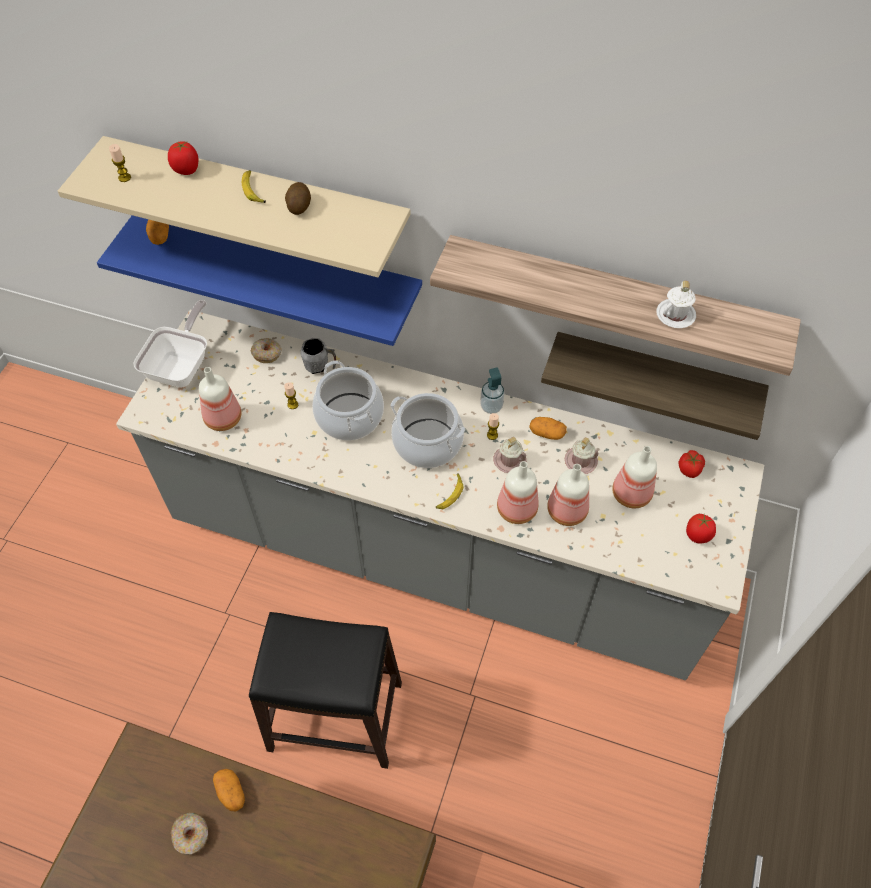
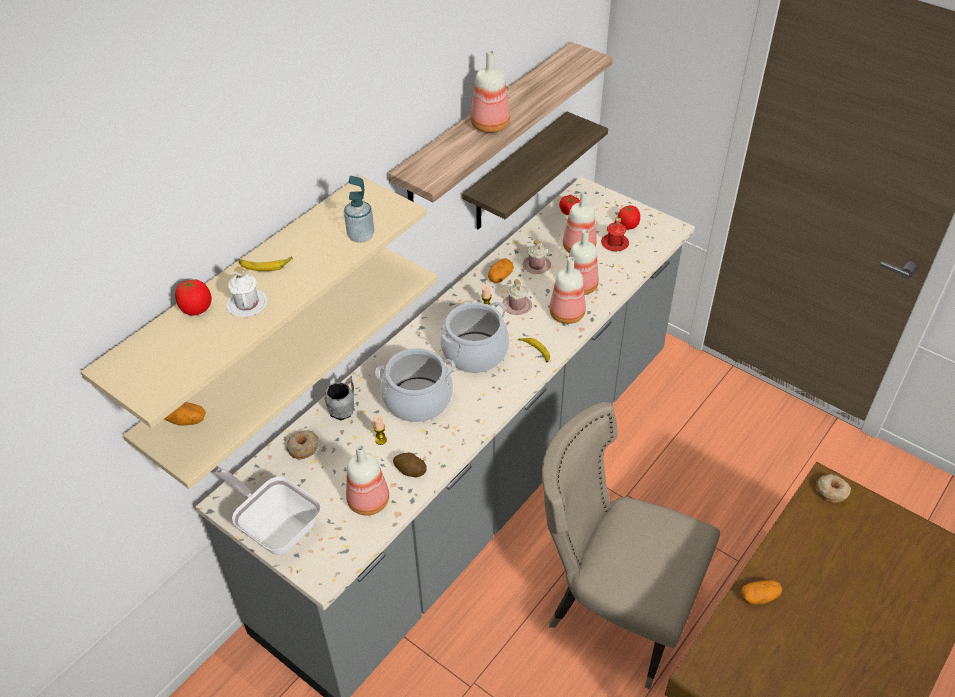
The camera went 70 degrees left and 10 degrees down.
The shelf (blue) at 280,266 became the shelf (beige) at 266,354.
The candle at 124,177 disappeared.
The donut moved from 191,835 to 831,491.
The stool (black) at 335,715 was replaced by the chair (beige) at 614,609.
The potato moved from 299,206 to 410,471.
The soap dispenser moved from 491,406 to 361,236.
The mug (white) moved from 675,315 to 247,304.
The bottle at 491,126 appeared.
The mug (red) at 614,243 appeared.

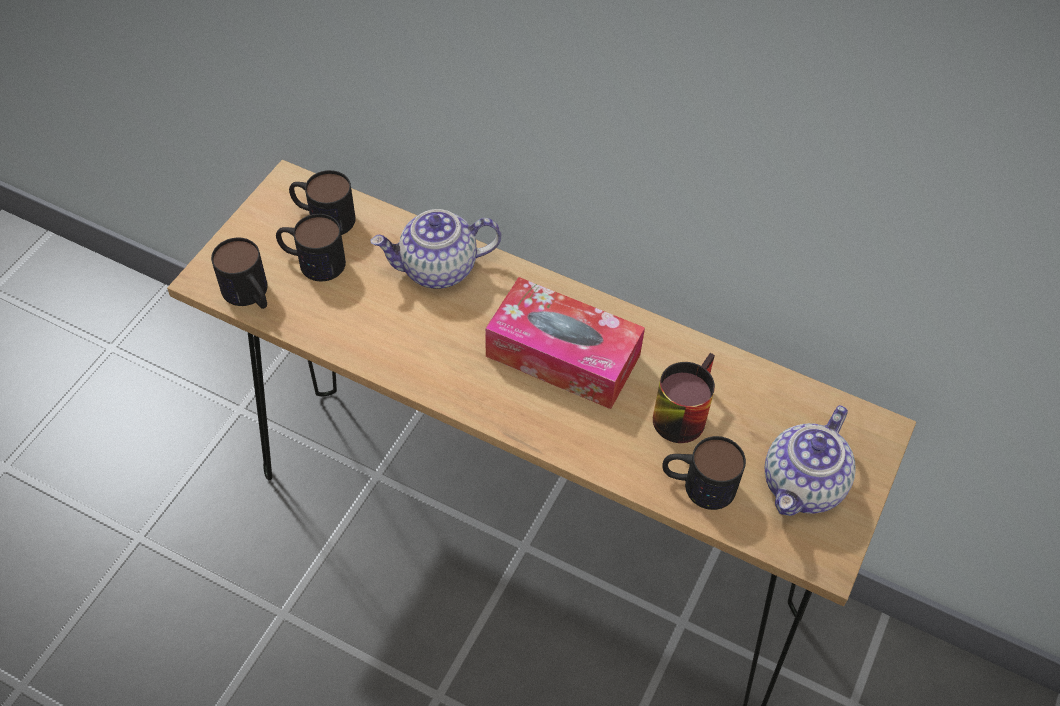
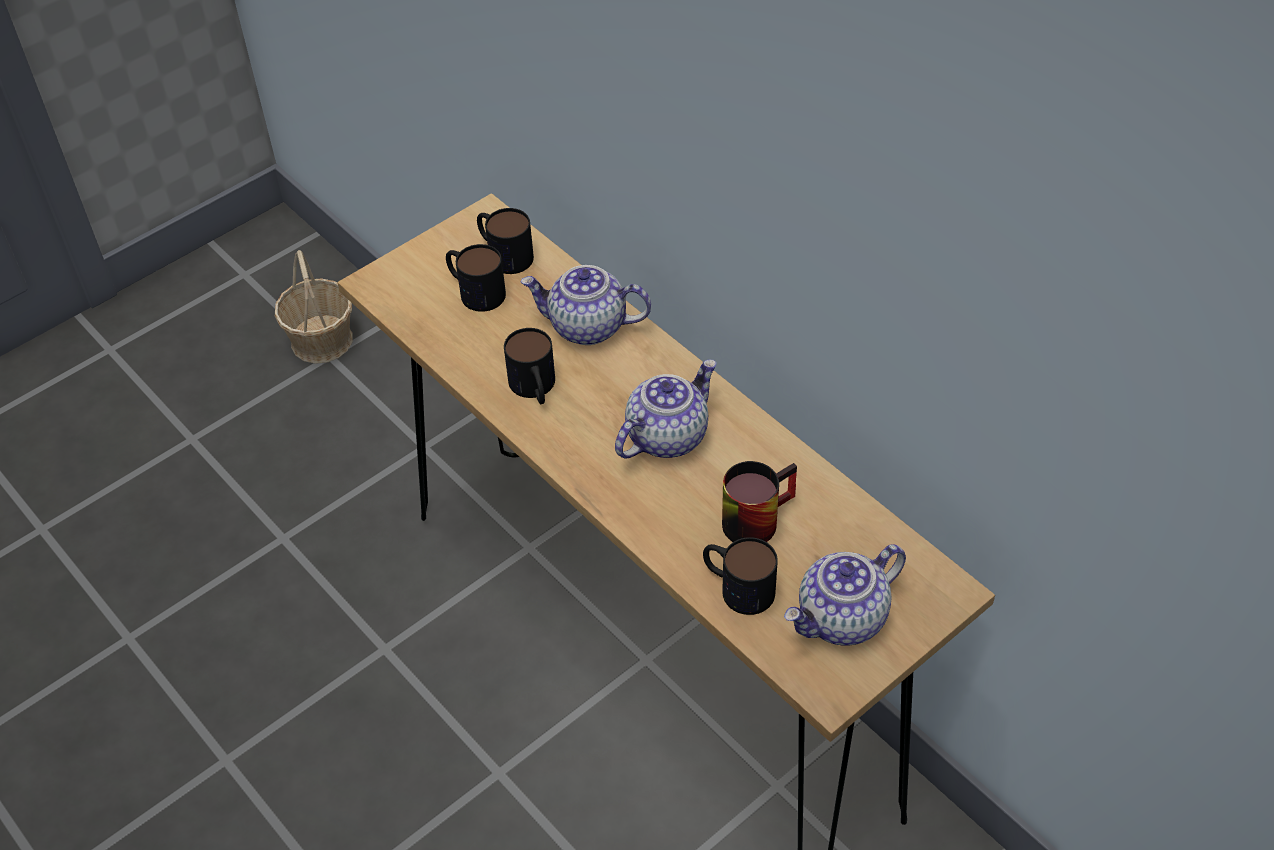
The camera went 25 degrees right and 5 degrees down.
The mug moved from 250,295 to 534,389.
The tissue box at 563,356 was replaced by the teapot at 666,435.
The basket at 322,340 appeared.

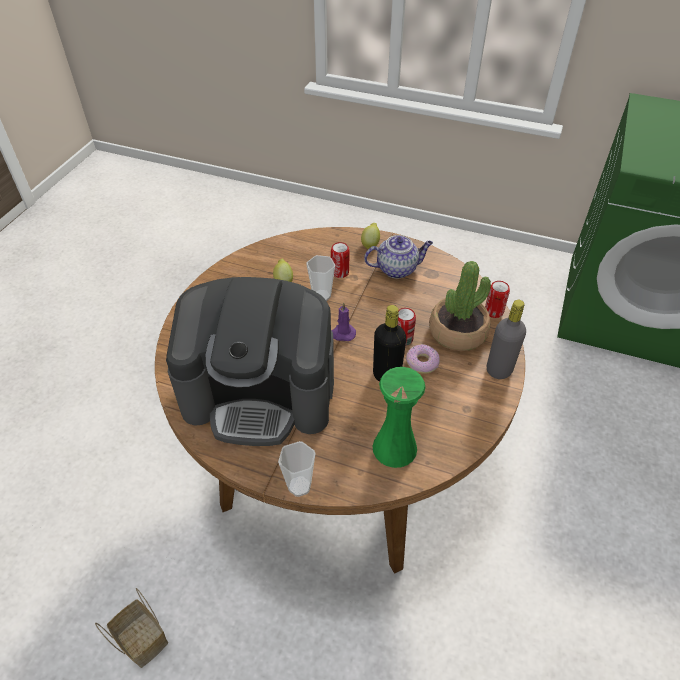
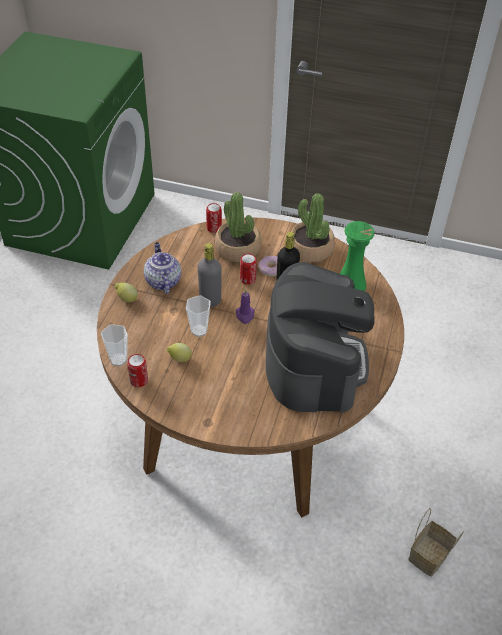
The camera went 95 degrees left and 0 degrees up.
The cup moved from 299,486 to 118,359.
The can moved from 340,272 to 139,380.
The bottle (grey) moved from 499,370 to 210,300.
The potted plant at 310,249 appeared.

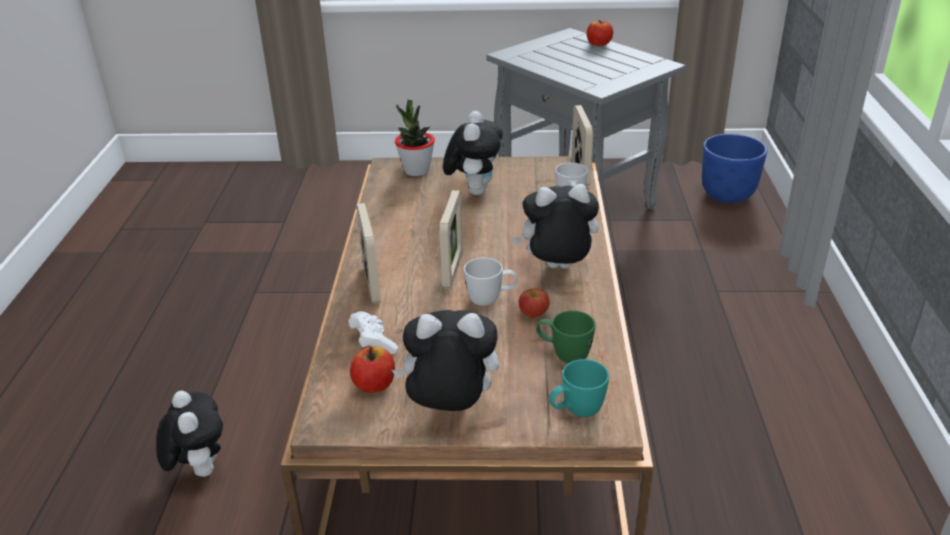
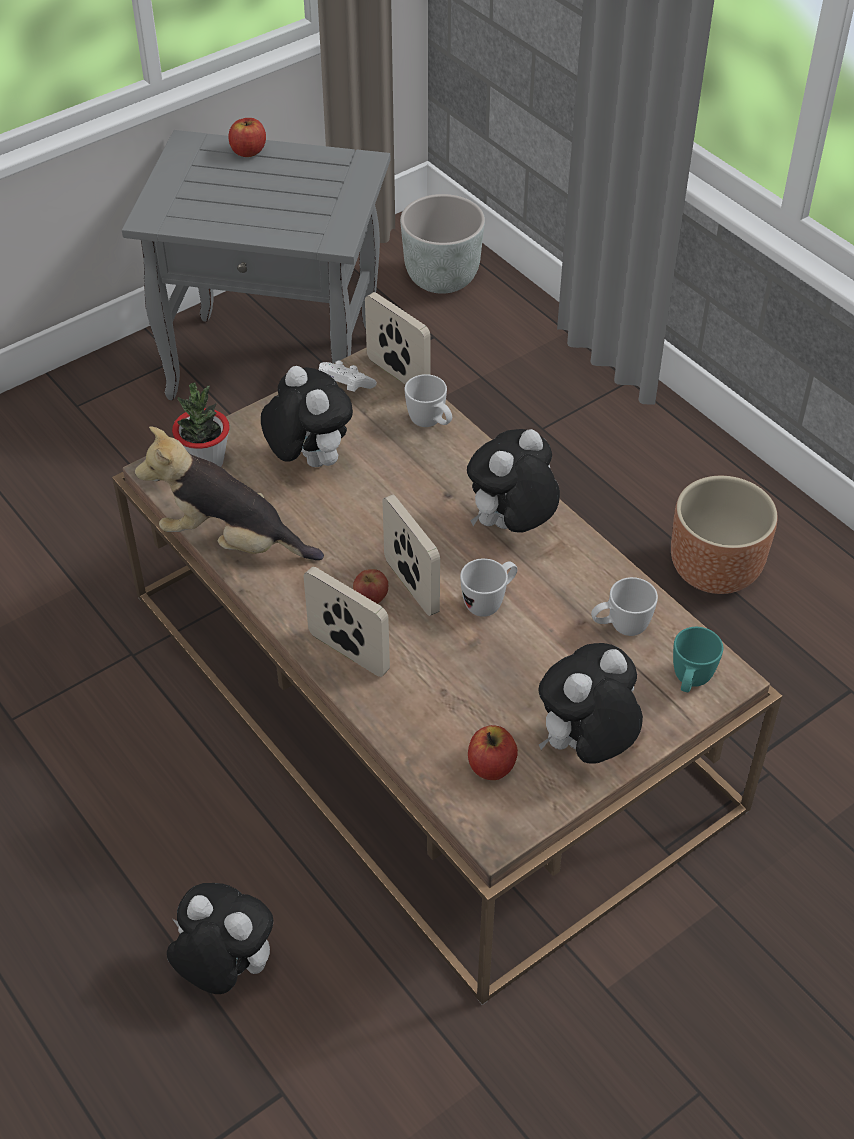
The camera went 40 degrees left and 15 degrees up.
The game controller (white) moved from 373,342 to 344,386.
The apple moved from 533,314 to 371,598.
The mug (green) at 563,355 became the mug (white) at 620,628.
The planter (blue) at 728,195 became the planter (grey) at 443,279.
The plush toy at 232,541 appeared.
The planter (brown) at 715,570 appeared.

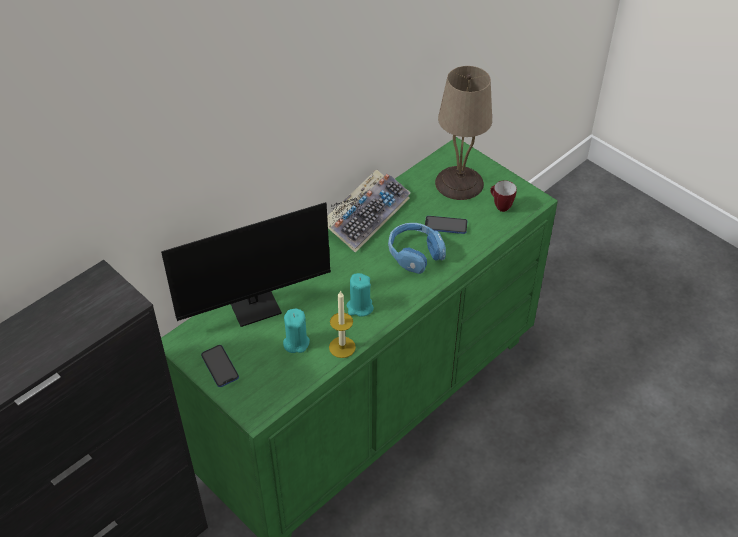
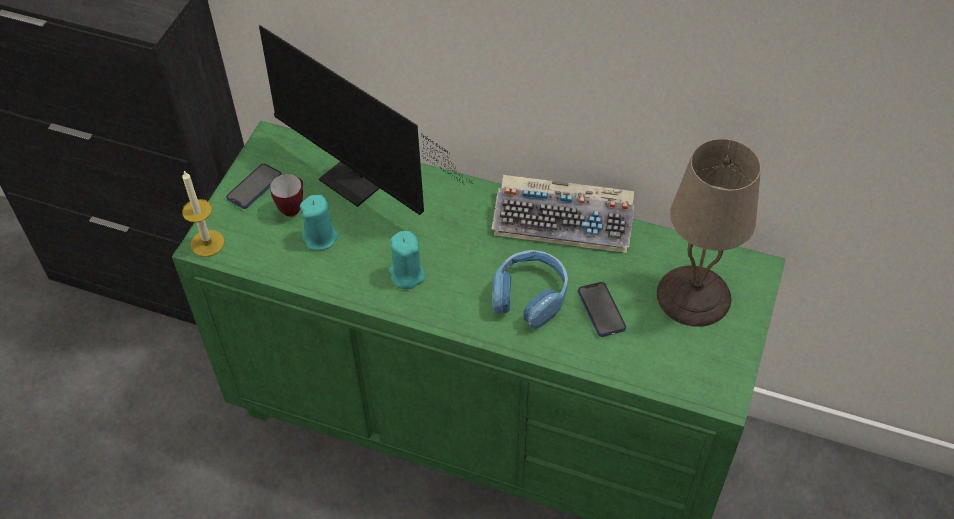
The camera went 65 degrees right and 5 degrees up.
The candle moved from 342,347 to 207,243.
The mug moved from 500,206 to 293,207.

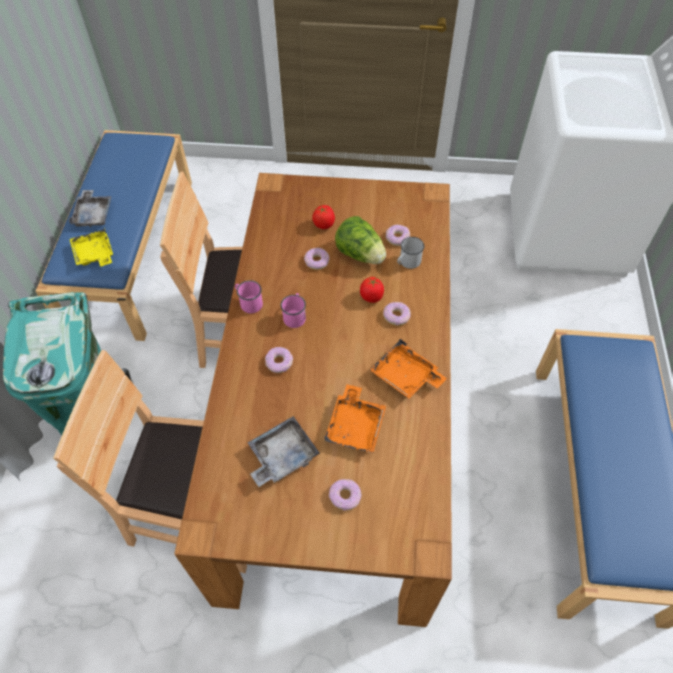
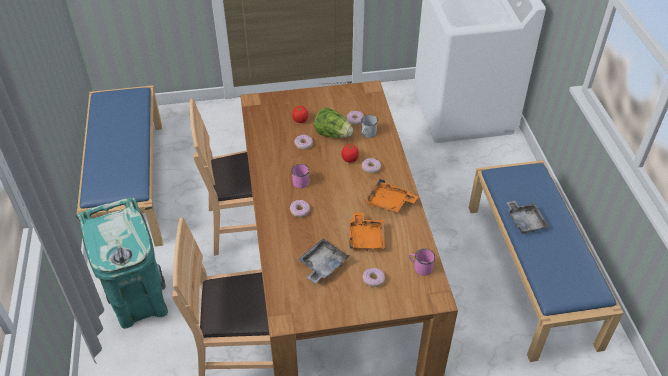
The camera went 15 degrees left and 10 degrees down.
The tray (grey) moved from 93,214 to 525,221.
The tray (yellow) at 94,254 disappeared.
The mug (pink) moved from 248,302 to 420,267.

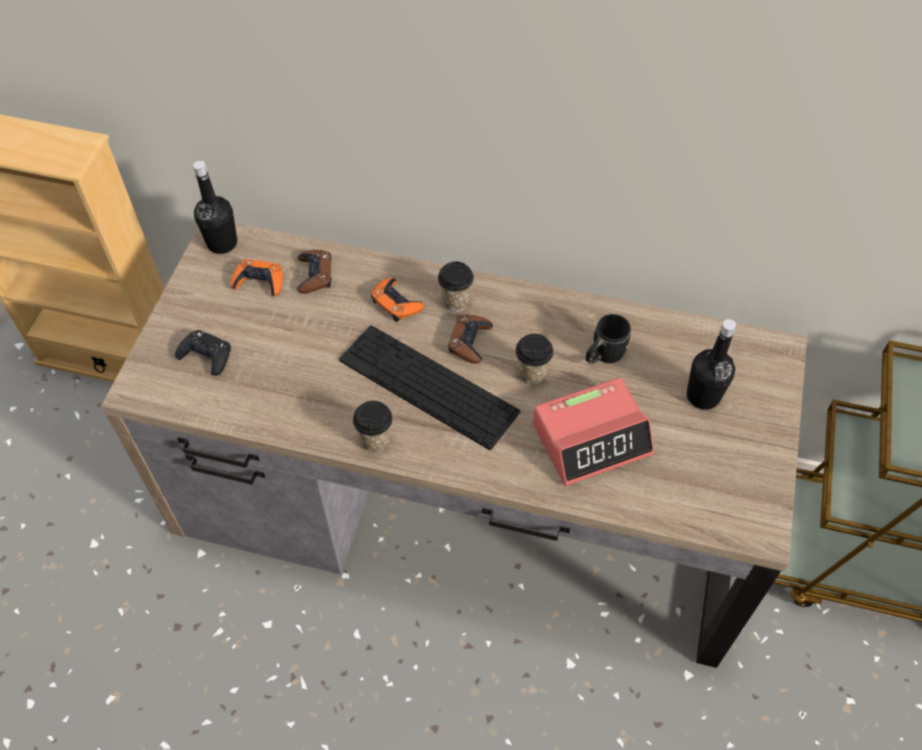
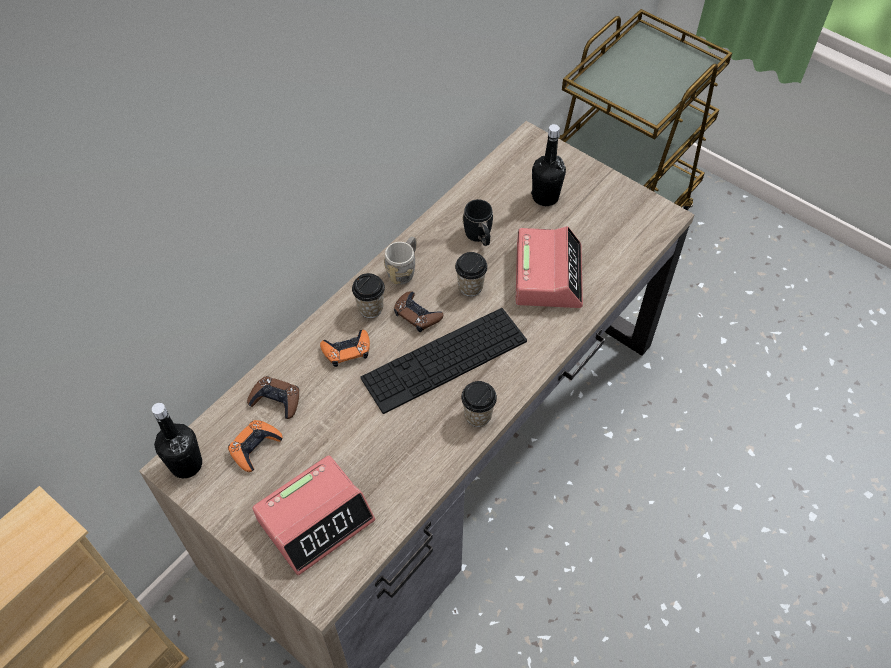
The camera went 65 degrees left and 0 degrees up.
The game controller (black) at 206,356 was replaced by the alarm clock at 316,519.
The mug (grey) at 404,270 appeared.

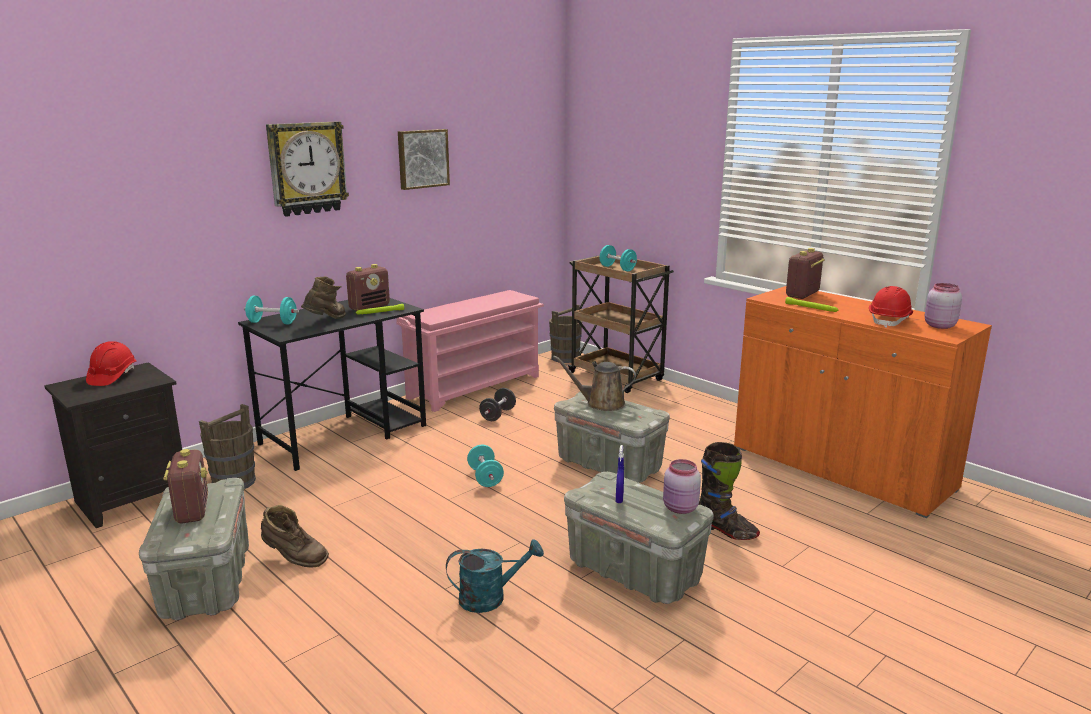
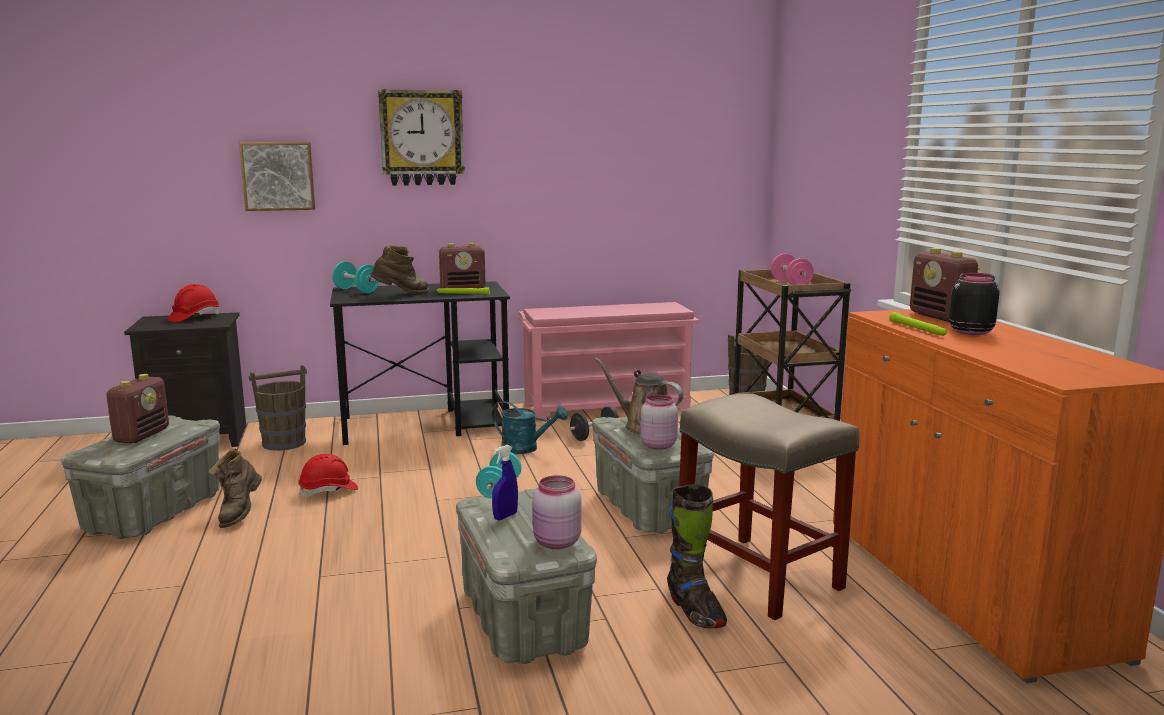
The camera went 30 degrees right and 5 degrees down.
The boot (brown) at 294,559 turned 45 degrees clockwise.
The picture moved from 422,158 to 278,176.
The watering can (turquoise) moved from 490,598 to 526,449.
The dumbbell (turquoise) at 617,268 became the dumbbell (pink) at 791,283.
The radio at 802,295 turned 90 degrees counterclockwise.
The hard hat (red) moved from 890,320 to 328,491.
The jar (pink) moved from 938,326 to 657,445.
The stool (beige) at 760,576 appeared.
The jar (black) at 969,332 appeared.

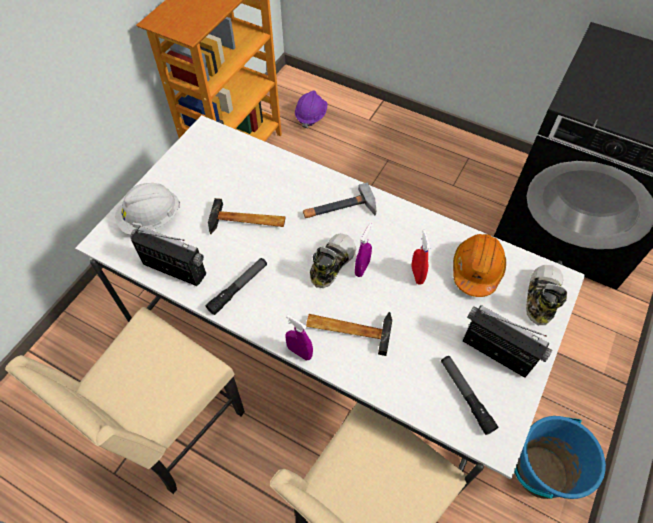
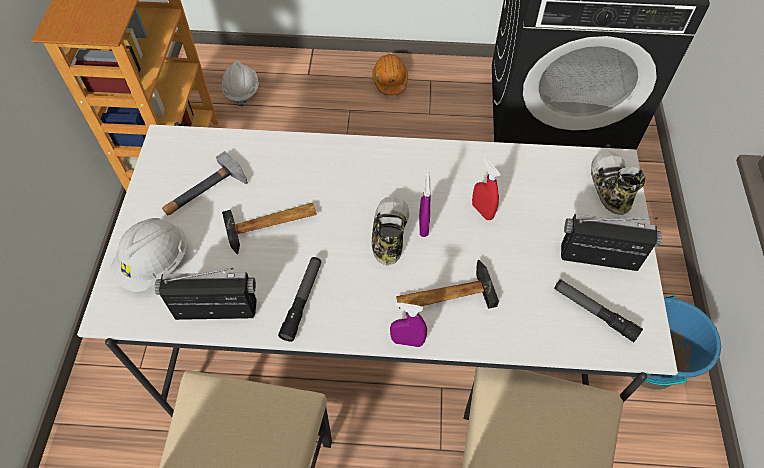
The camera went 25 degrees left and 0 degrees up.
The hard hat (purple) at 311,116 became the hard hat (white) at 242,91.
The hammer moved from 339,209 to 204,191.
The hard hat (orange) moved from 477,269 to 390,81.

